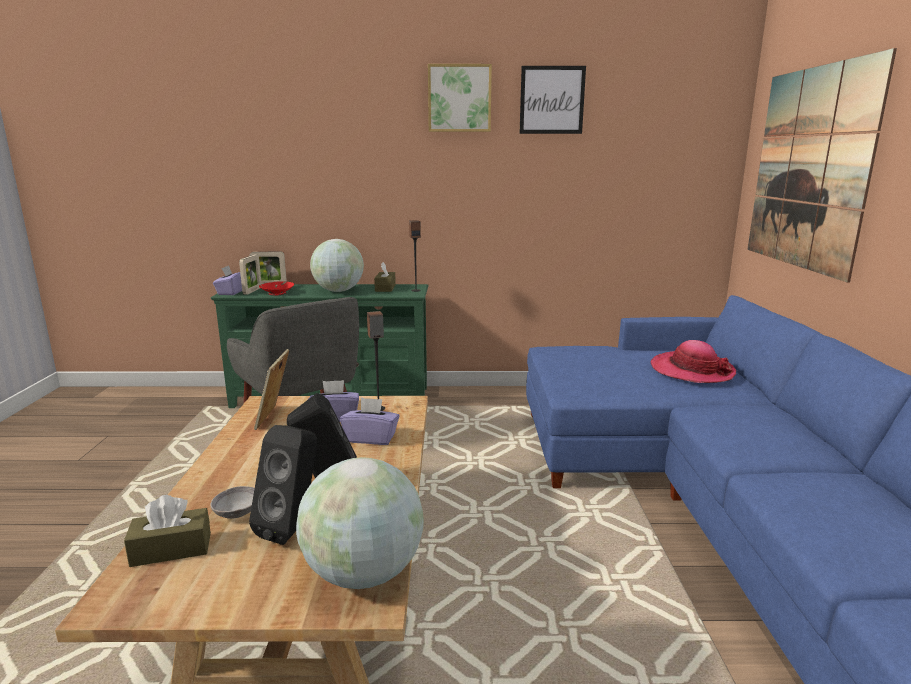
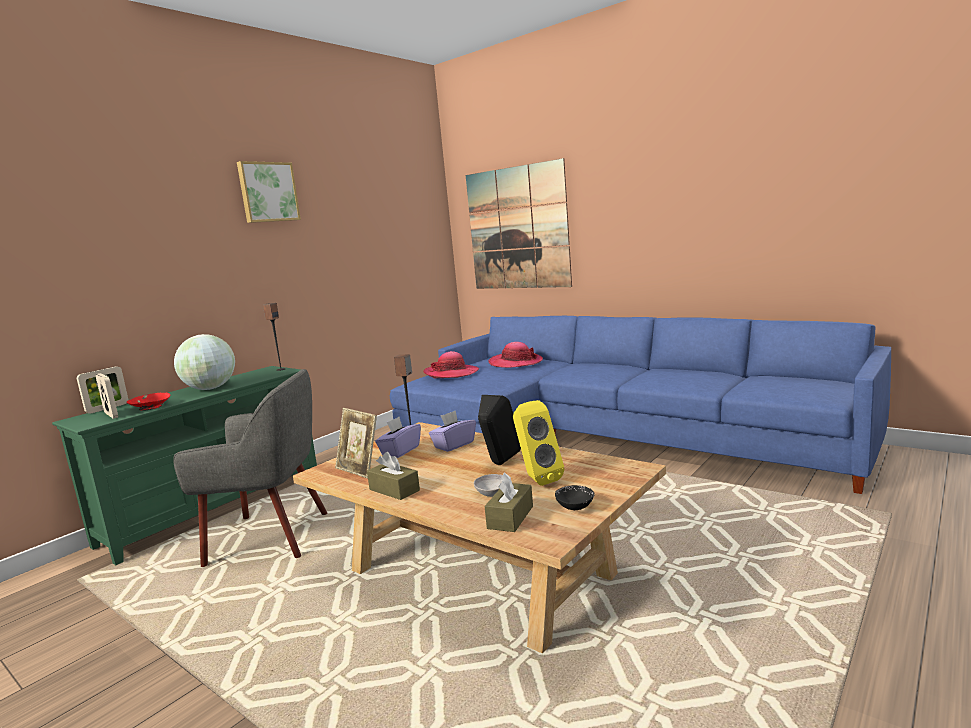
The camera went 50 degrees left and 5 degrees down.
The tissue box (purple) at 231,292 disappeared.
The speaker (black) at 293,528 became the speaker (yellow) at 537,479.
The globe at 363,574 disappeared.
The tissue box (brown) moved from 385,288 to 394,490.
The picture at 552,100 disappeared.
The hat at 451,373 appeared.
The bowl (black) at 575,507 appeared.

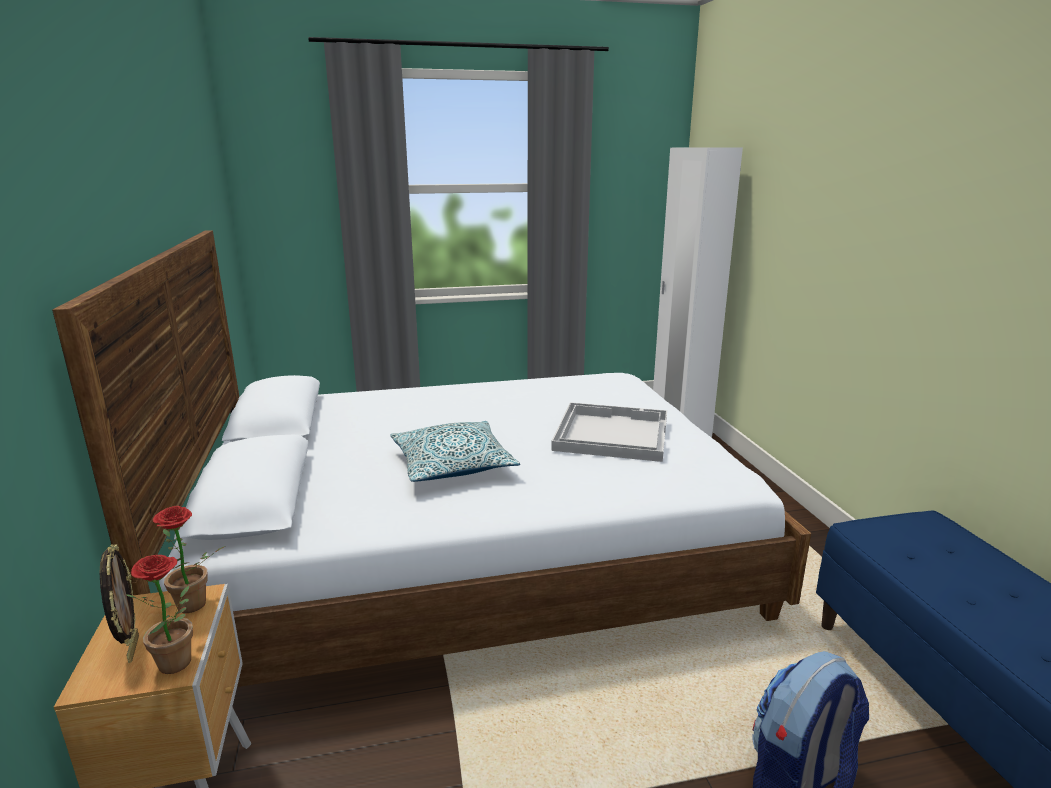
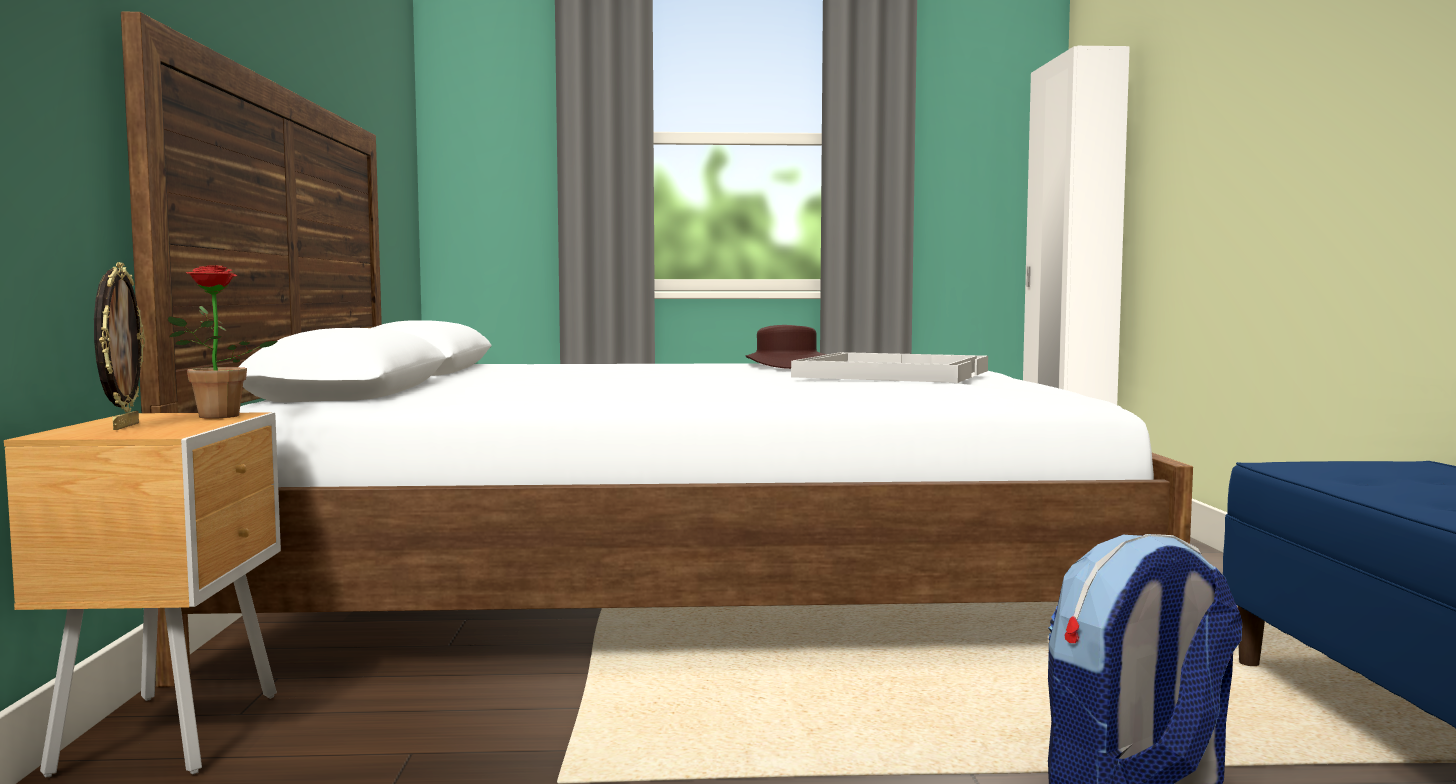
The camera went 10 degrees right and 15 degrees down.
The potted plant at 180,665 disappeared.
The pillow at 452,465 disappeared.
The hat (brown) at 786,365 appeared.

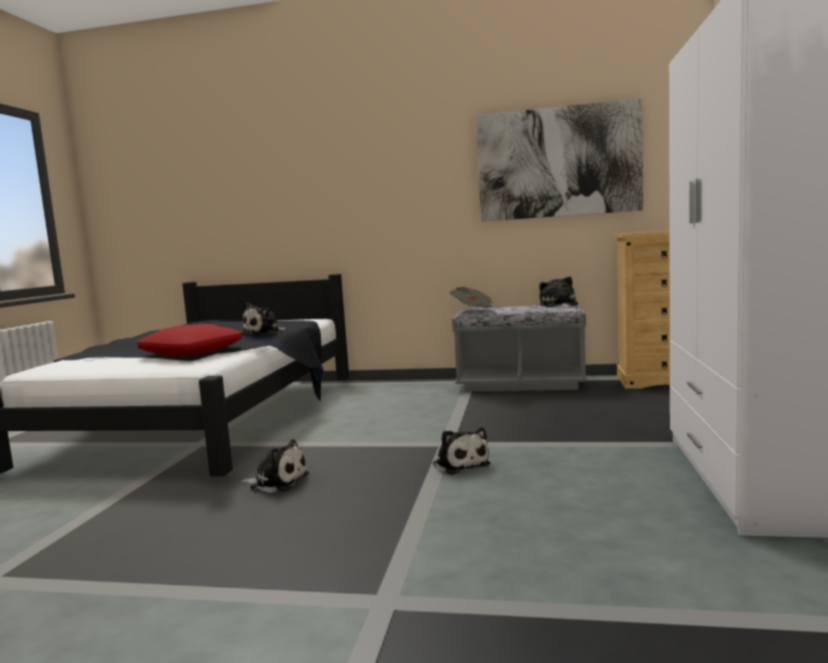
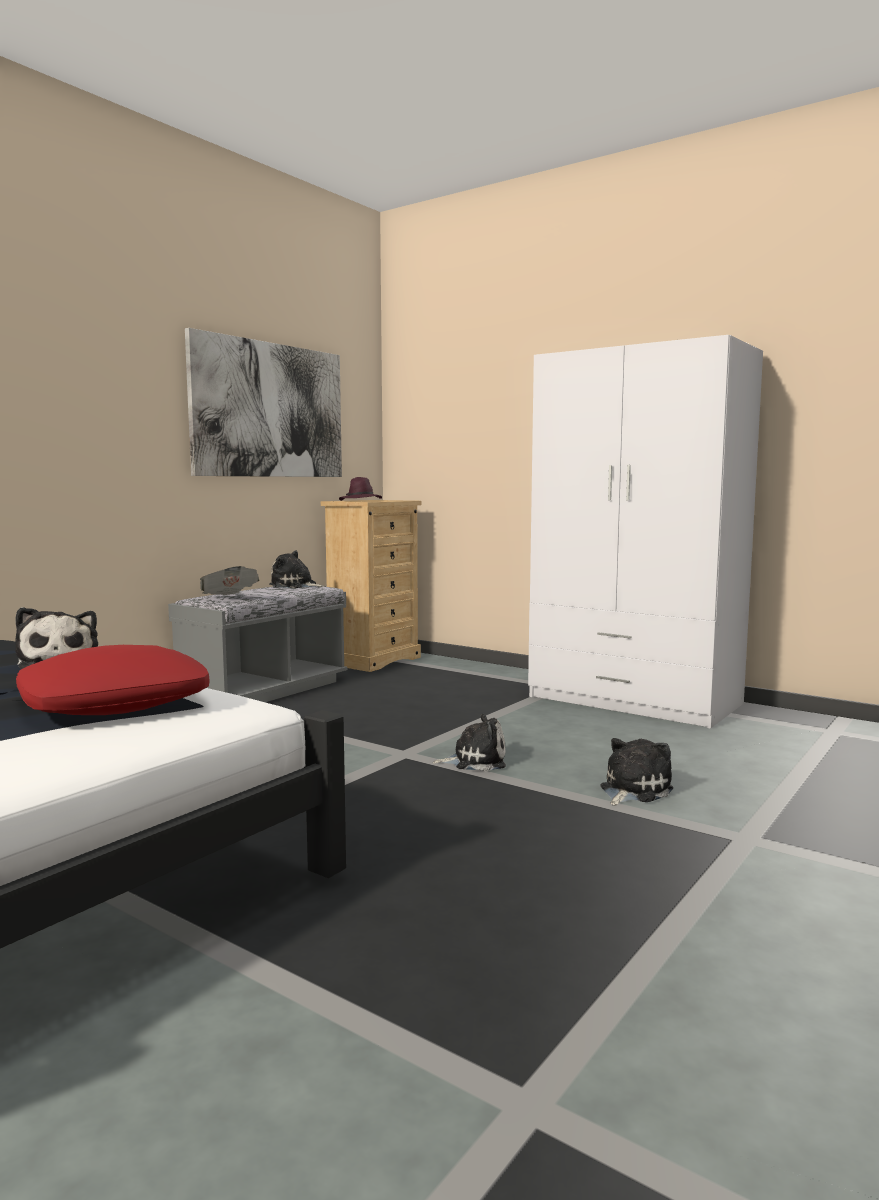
The camera went 65 degrees left and 0 degrees up.
The plush toy moved from 277,482 to 632,790.
The hat (purple) at 361,500 appeared.

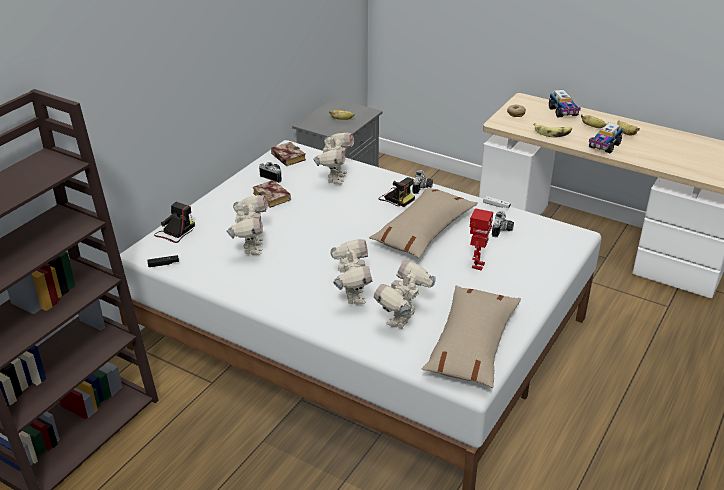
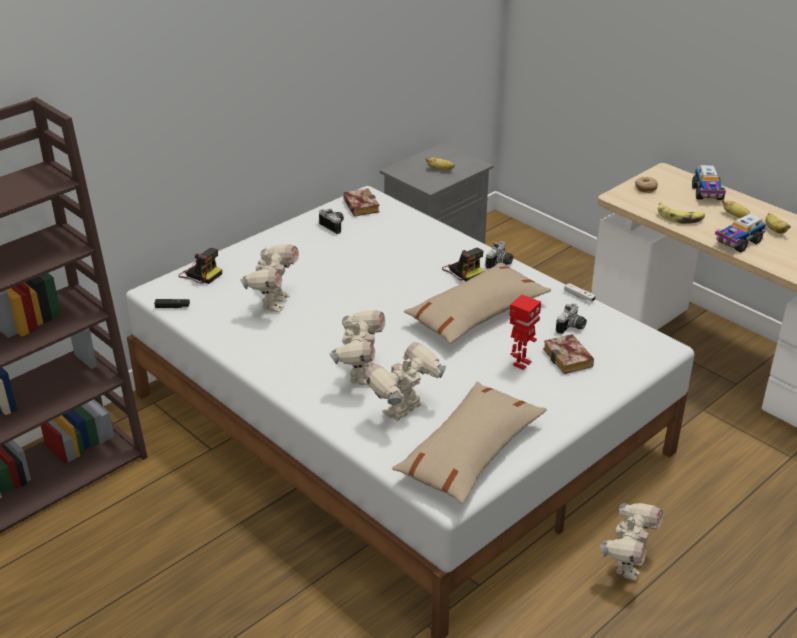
The camera went 15 degrees right and 0 degrees up.
The photo camera at 175,232 turned 75 degrees clockwise.
The book moved from 273,197 to 570,359.
The toy robot moved from 335,178 to 626,565.

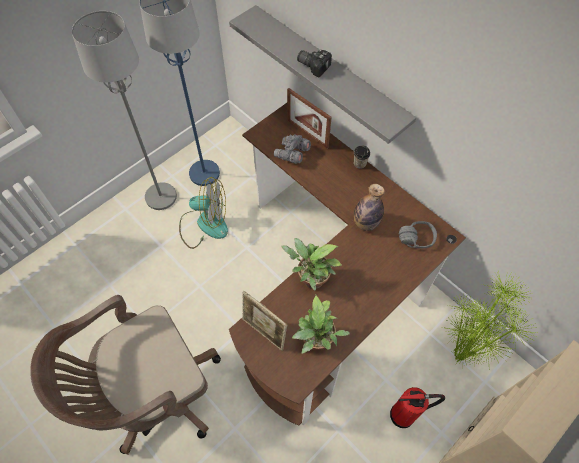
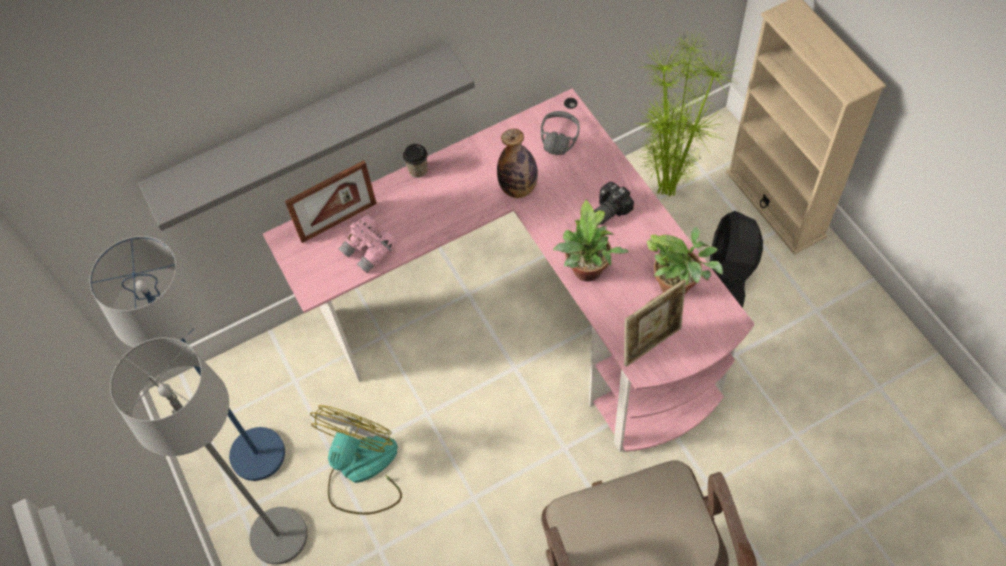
The camera went 70 degrees left and 0 degrees up.
The desk (brown) at 329,289 became the desk (pink) at 532,315.
The binoculars (grey) at 292,154 became the binoculars (pink) at 370,250.
The photo camera moved from 314,65 to 607,210.
The fire extinguisher at 405,415 was replaced by the fan (black) at 730,272.

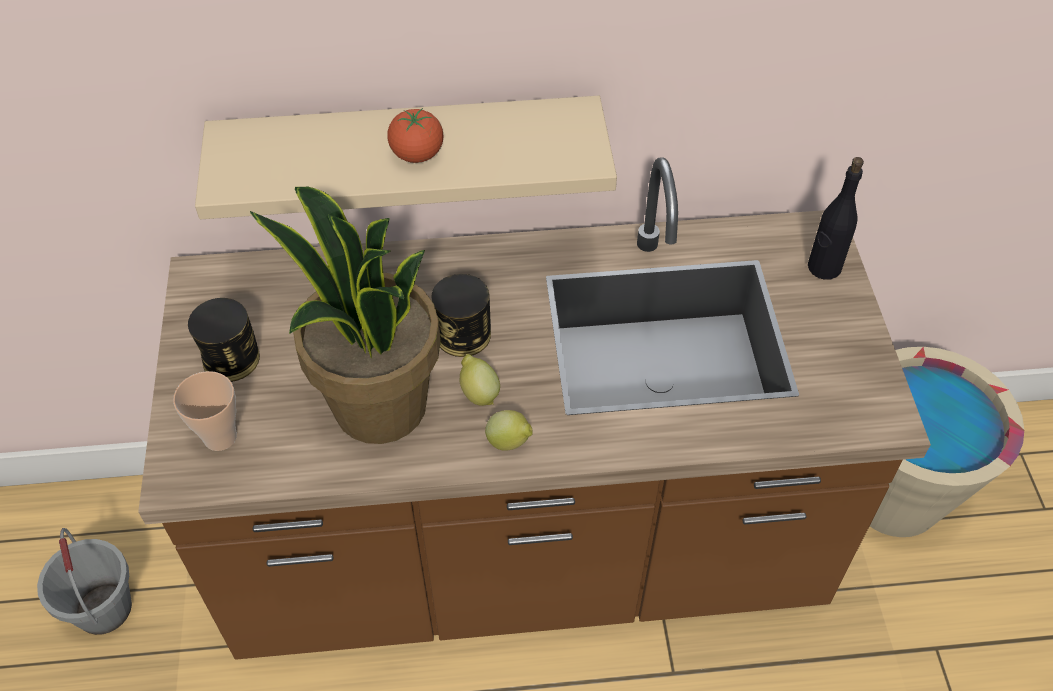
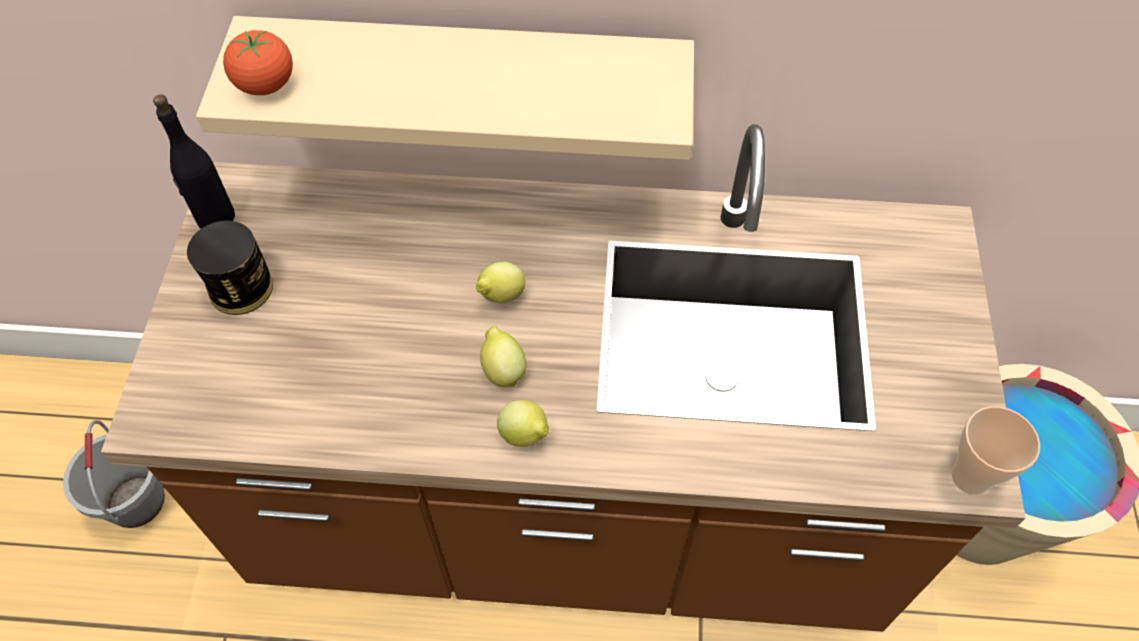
The camera went 10 degrees right and 5 degrees up.
The cup moved from 220,437 to 971,476.
The potted plant at 378,406 disappeared.
The tomato moved from 417,155 to 266,85.
The can at 463,334 was replaced by the lemon at 501,297.
The bottle (black) moved from 823,267 to 215,218.

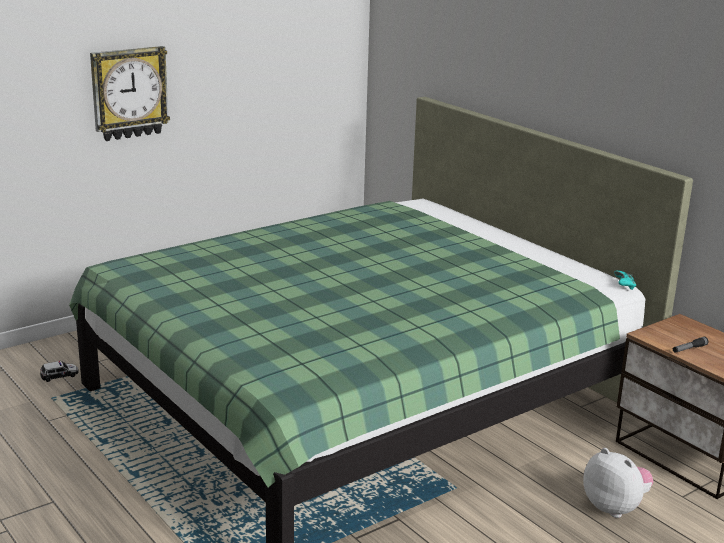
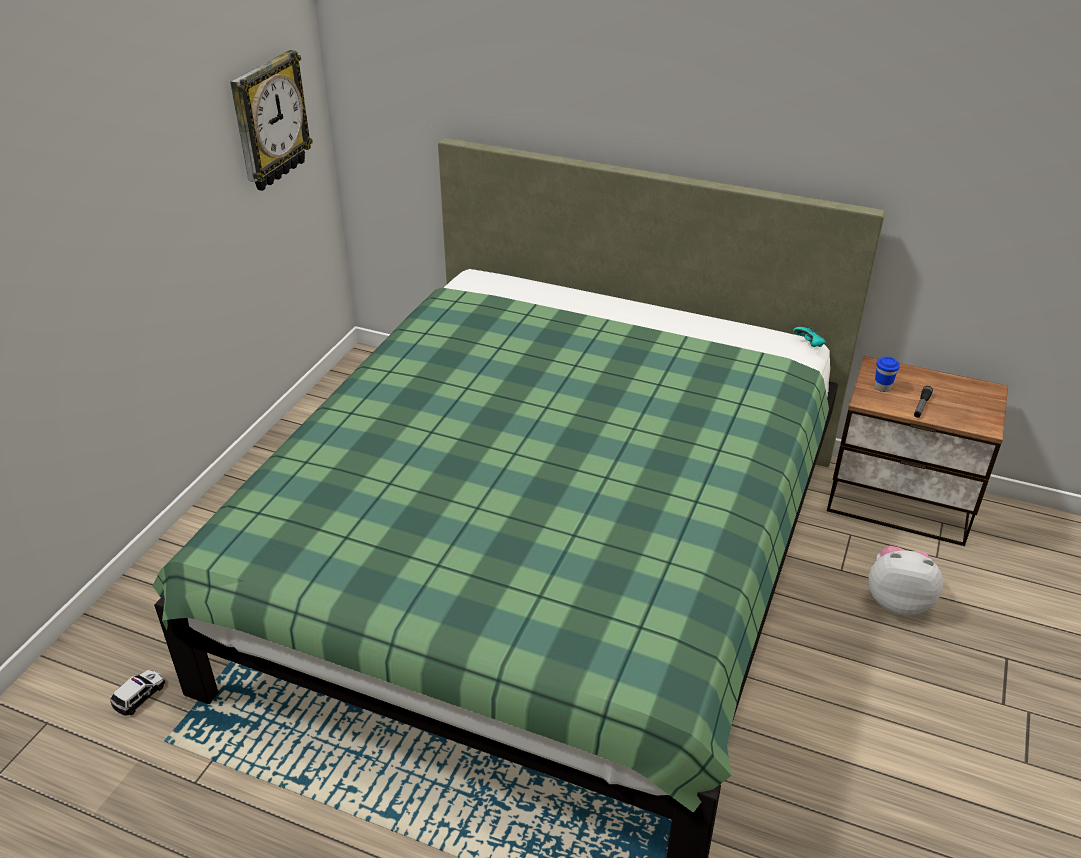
The camera went 30 degrees left and 15 degrees up.
The wall clock moved from 129,93 to 269,121.
The cup (blue) at 882,387 appeared.

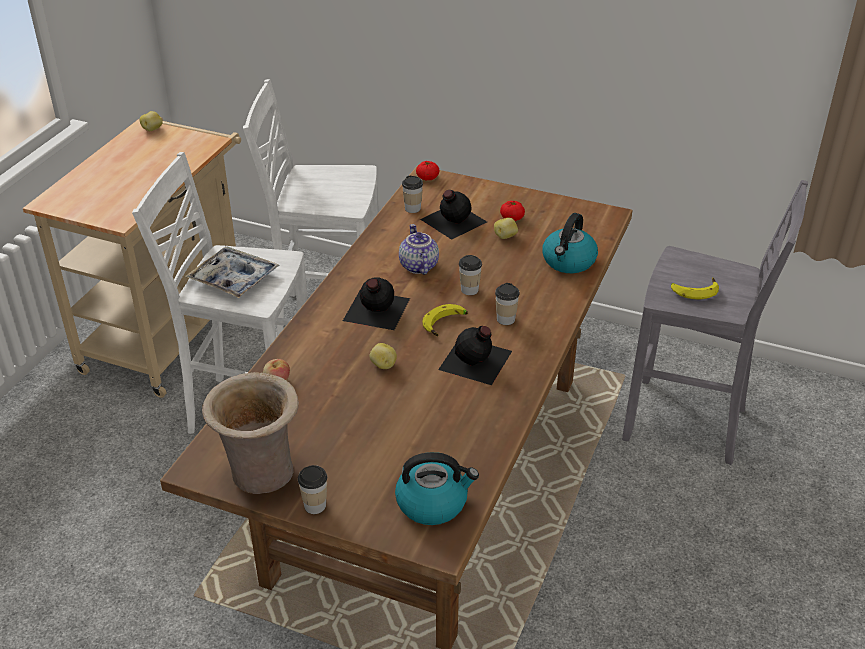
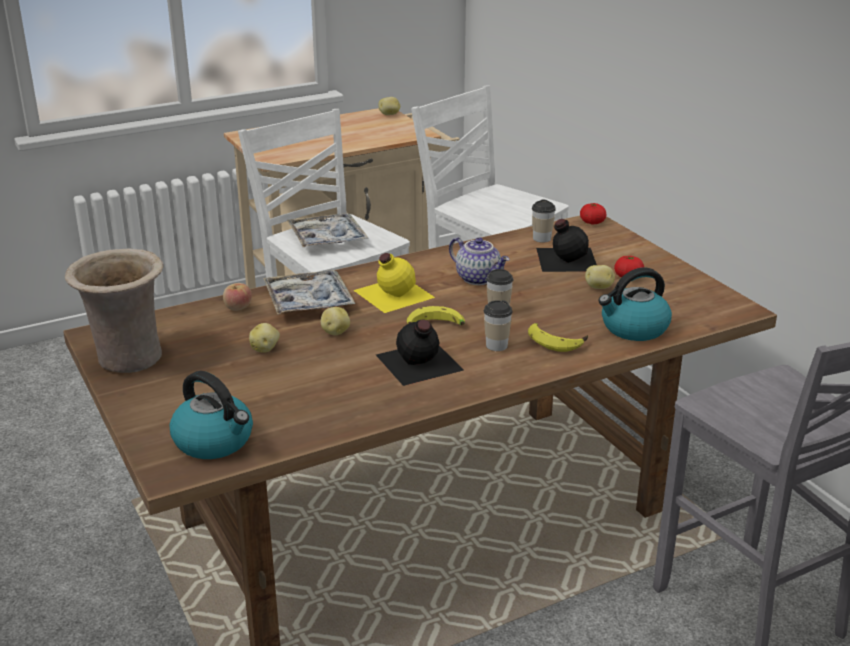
The camera went 40 degrees right and 10 degrees down.
The cup at 315,505 disappeared.
The bottle (black) at 375,309 became the bottle (yellow) at 392,293.
The teapot at 417,266 turned 105 degrees clockwise.
The banana moved from 694,291 to 556,341.
The potato at 265,349 appeared.
The tray at 308,301 appeared.

